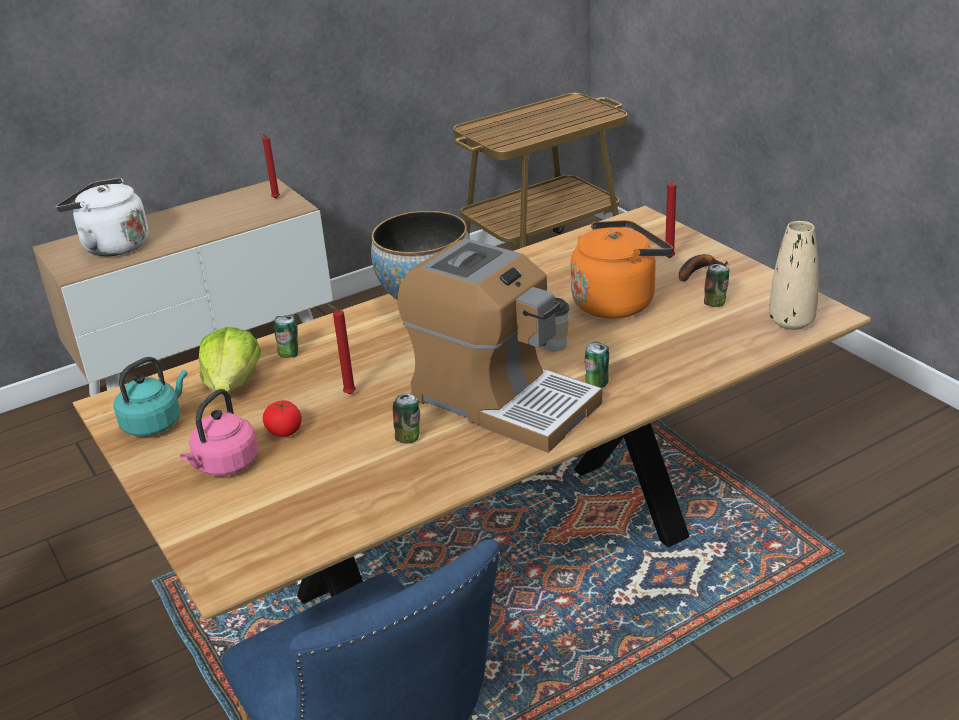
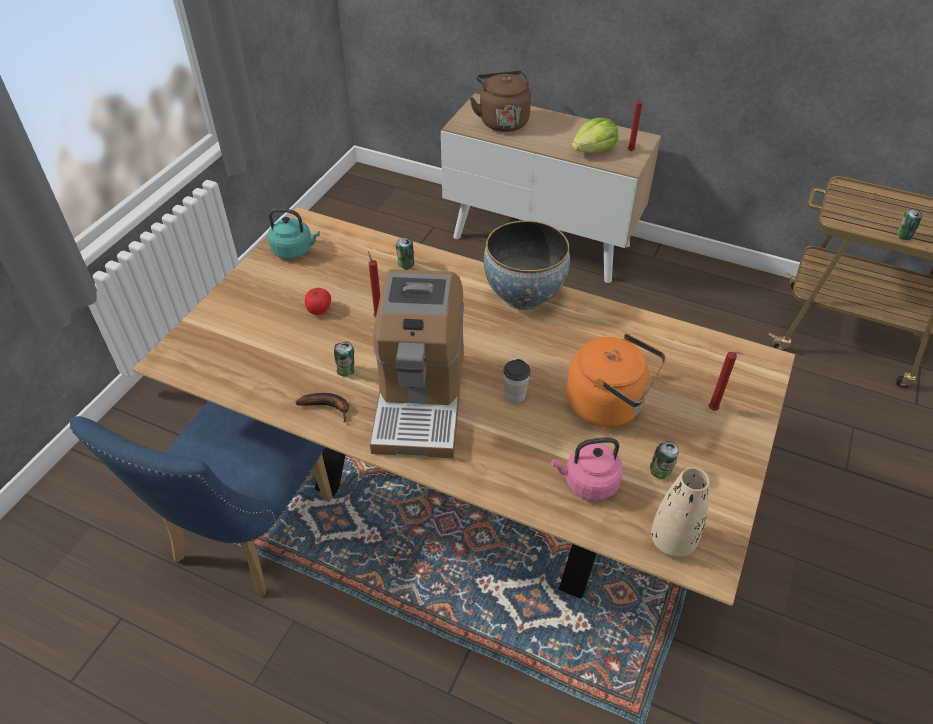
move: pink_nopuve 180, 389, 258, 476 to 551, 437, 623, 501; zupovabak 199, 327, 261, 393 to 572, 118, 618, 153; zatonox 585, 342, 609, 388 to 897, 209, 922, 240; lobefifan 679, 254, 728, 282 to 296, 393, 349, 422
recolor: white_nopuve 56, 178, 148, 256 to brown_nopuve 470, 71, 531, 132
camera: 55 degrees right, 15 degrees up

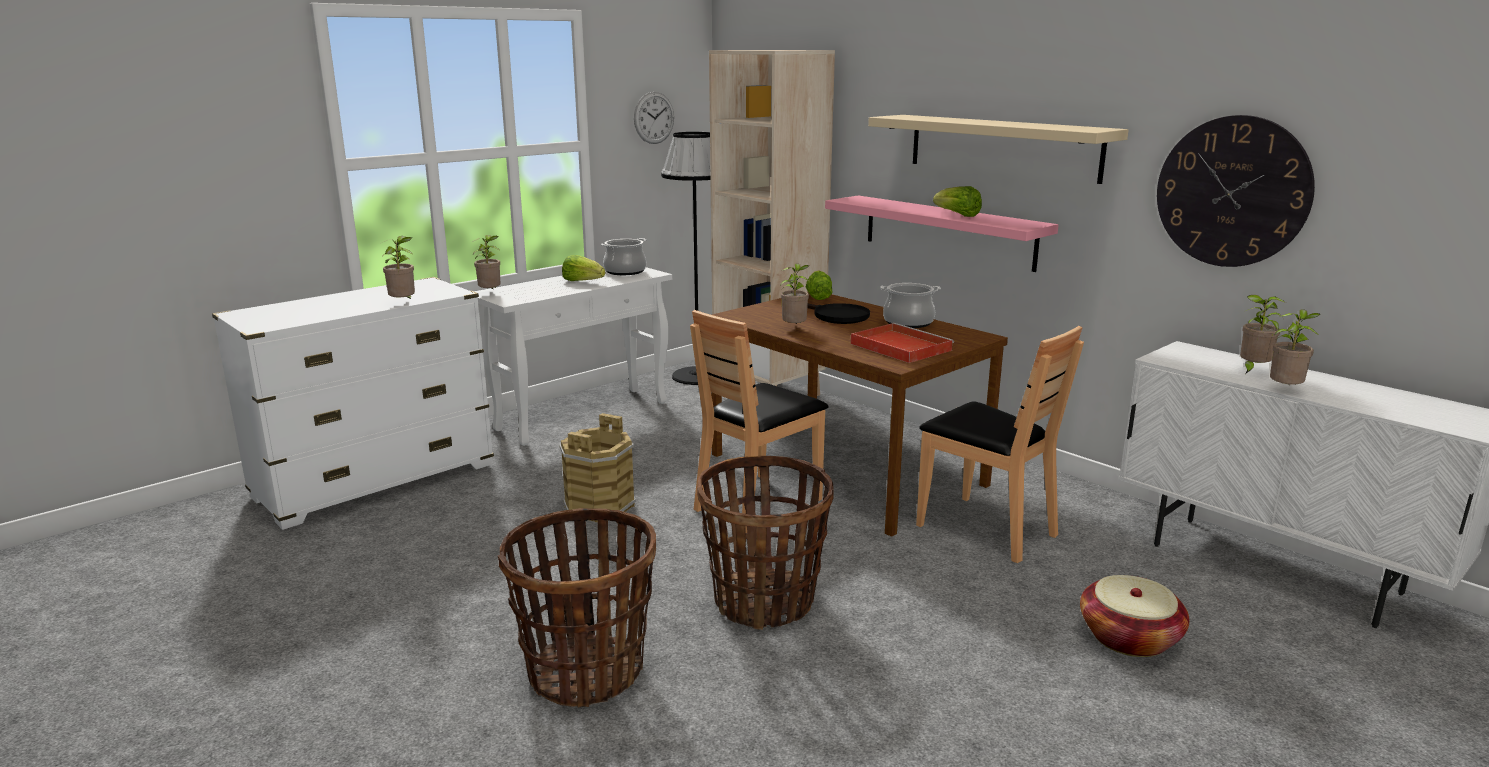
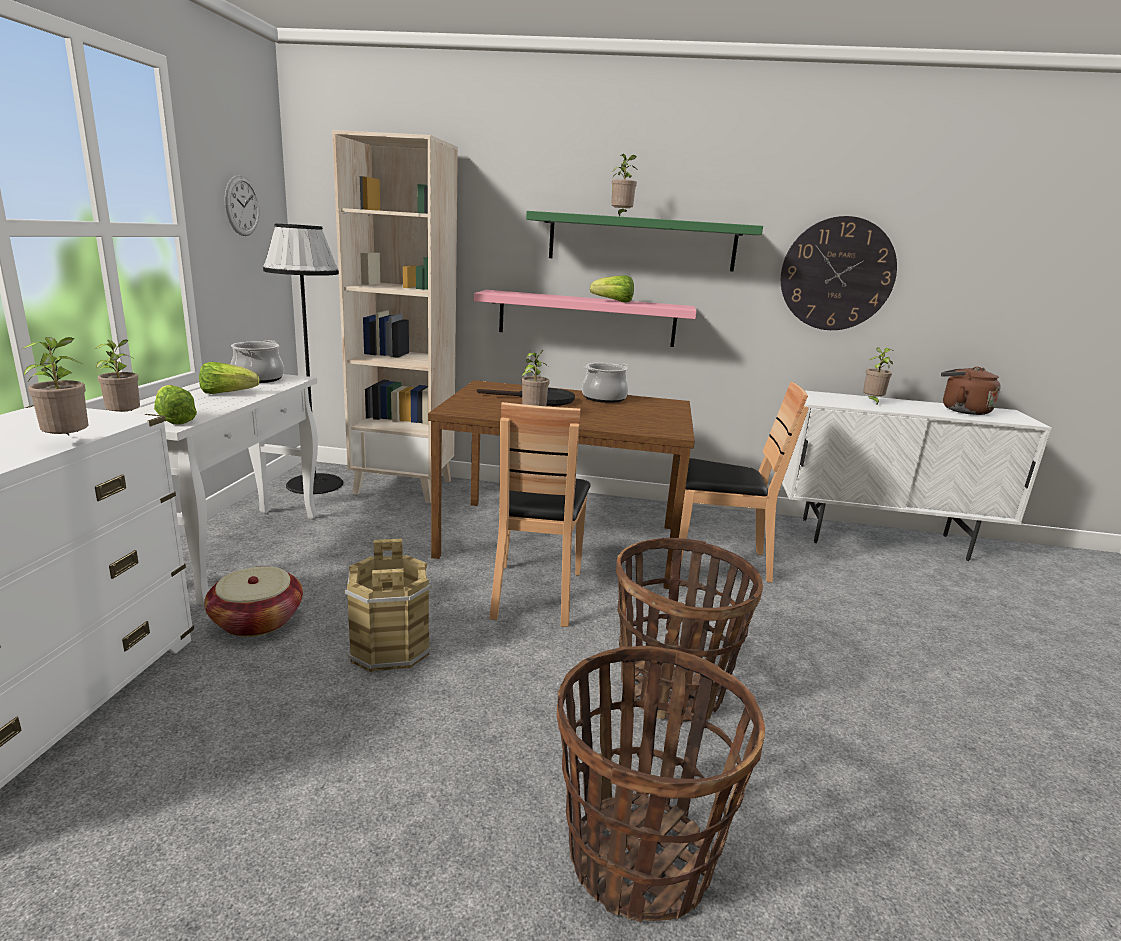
delete: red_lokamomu 851, 323, 954, 363
insert: brown_nopuve 941, 367, 1001, 415
move: zupovabak 806, 270, 833, 300 to 154, 385, 197, 425; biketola 1080, 575, 1189, 657 to 204, 566, 303, 637; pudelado 1270, 309, 1320, 386 to 611, 154, 639, 216
recolor: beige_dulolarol 868, 115, 1129, 184 to green_dulolarol 526, 211, 763, 271
camera: 40 degrees left, 0 degrees up

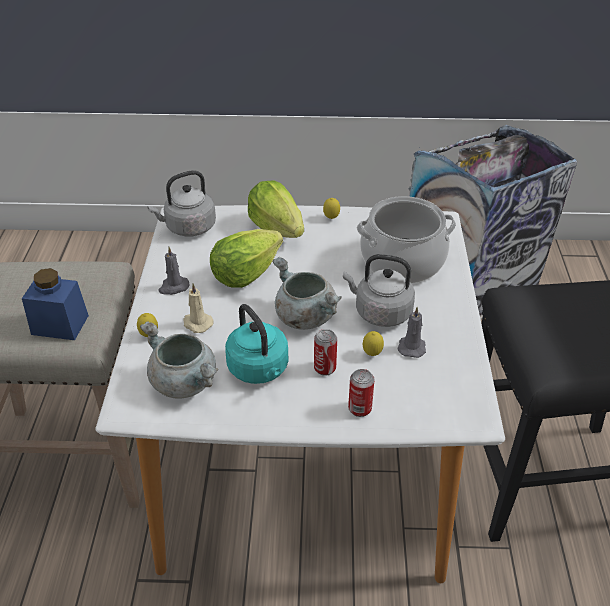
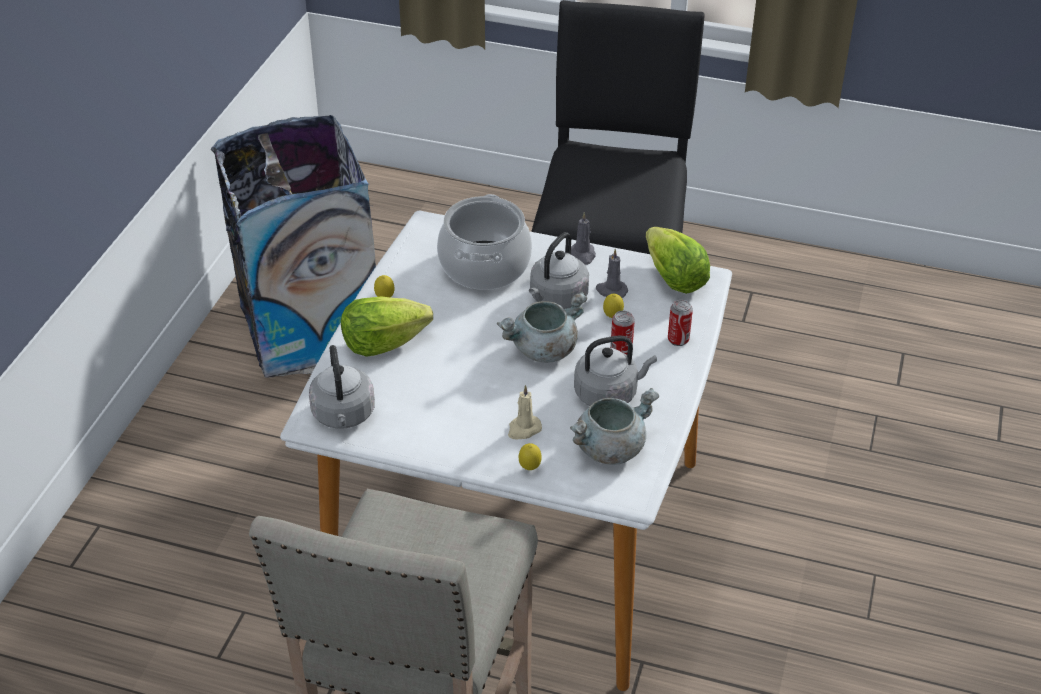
delete: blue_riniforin 22, 268, 89, 340
move: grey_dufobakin 159, 247, 190, 295 to 571, 212, 596, 265; zupovabak 210, 229, 283, 288 to 645, 227, 710, 294
recolor: turquoise_nopuve 225, 304, 288, 384 to grey_nopuve 574, 335, 657, 406
camera: 75 degrees left, 0 degrees up

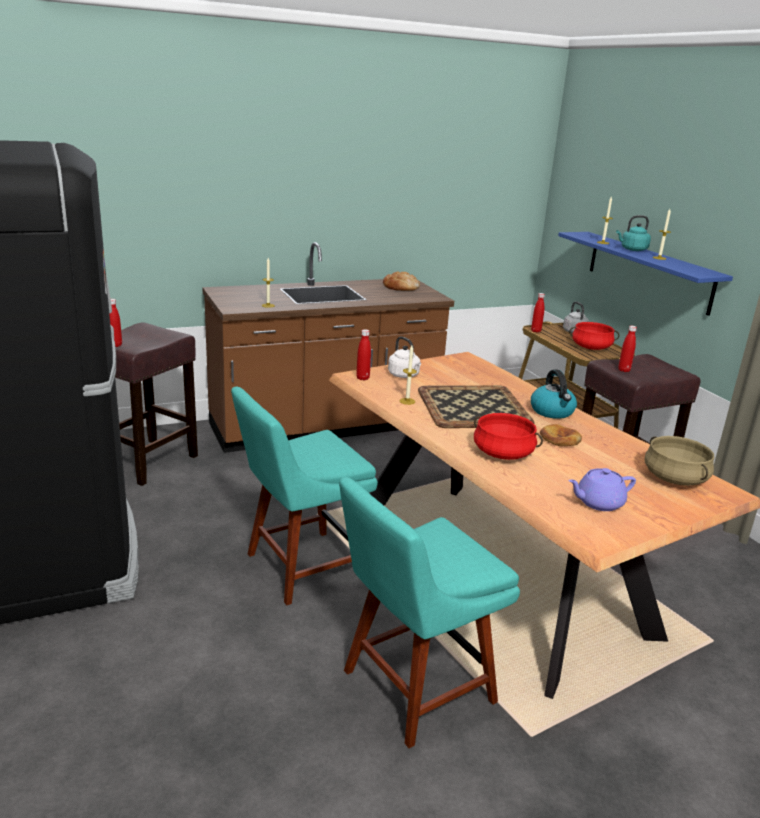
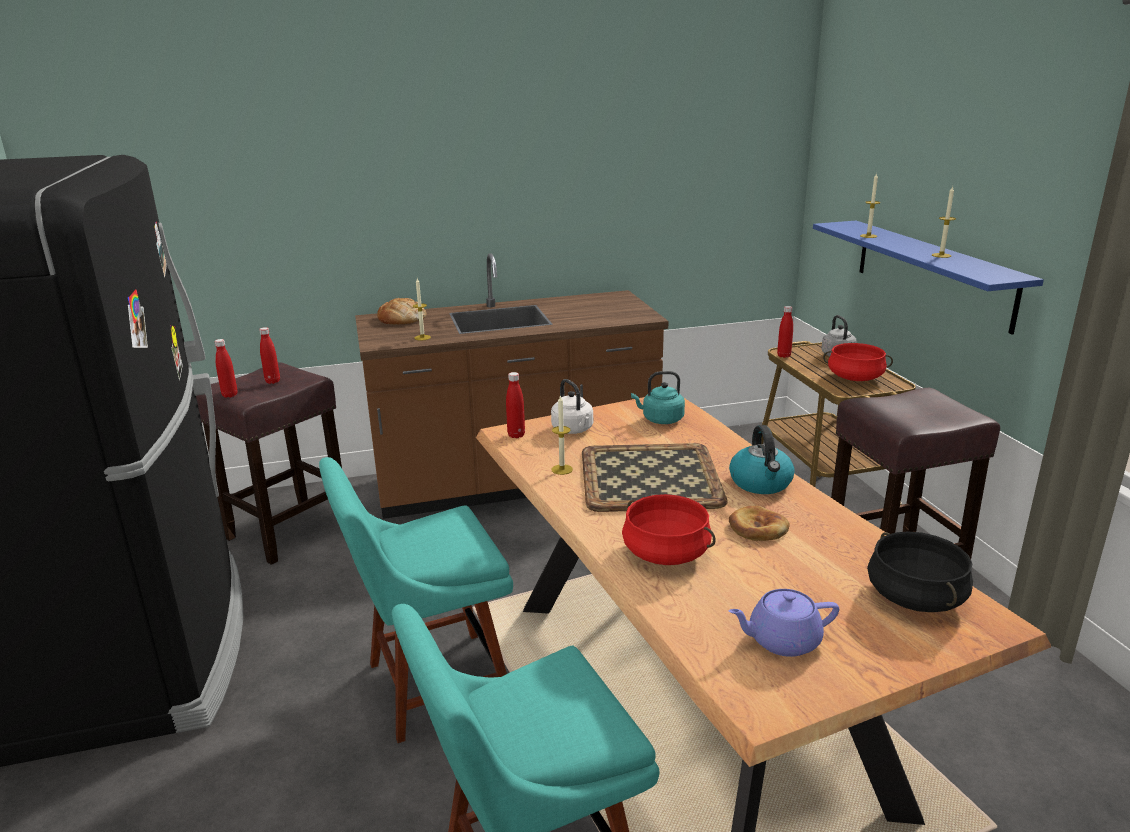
move: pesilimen 383, 271, 420, 291 to 377, 298, 426, 324; turquoise_nopuve 616, 215, 651, 251 to 631, 371, 685, 424; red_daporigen 618, 326, 637, 372 to 259, 327, 280, 384
recolor: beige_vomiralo 645, 436, 714, 486 to black_vomiralo 867, 532, 973, 612
camera: 10 degrees right, 0 degrees up

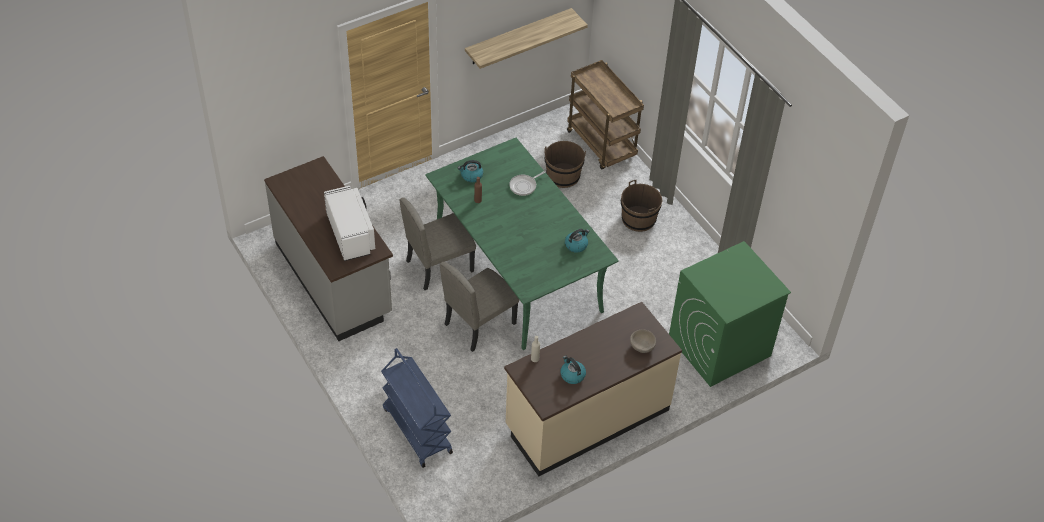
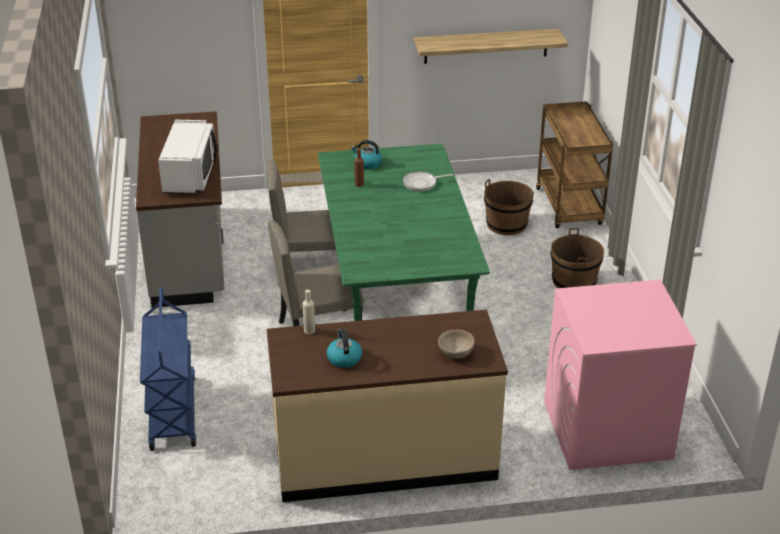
delete: nopuve 565, 229, 589, 253
recolor: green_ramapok 669, 241, 791, 387 to pink_ramapok 544, 280, 697, 470
camera: 25 degrees right, 15 degrees down

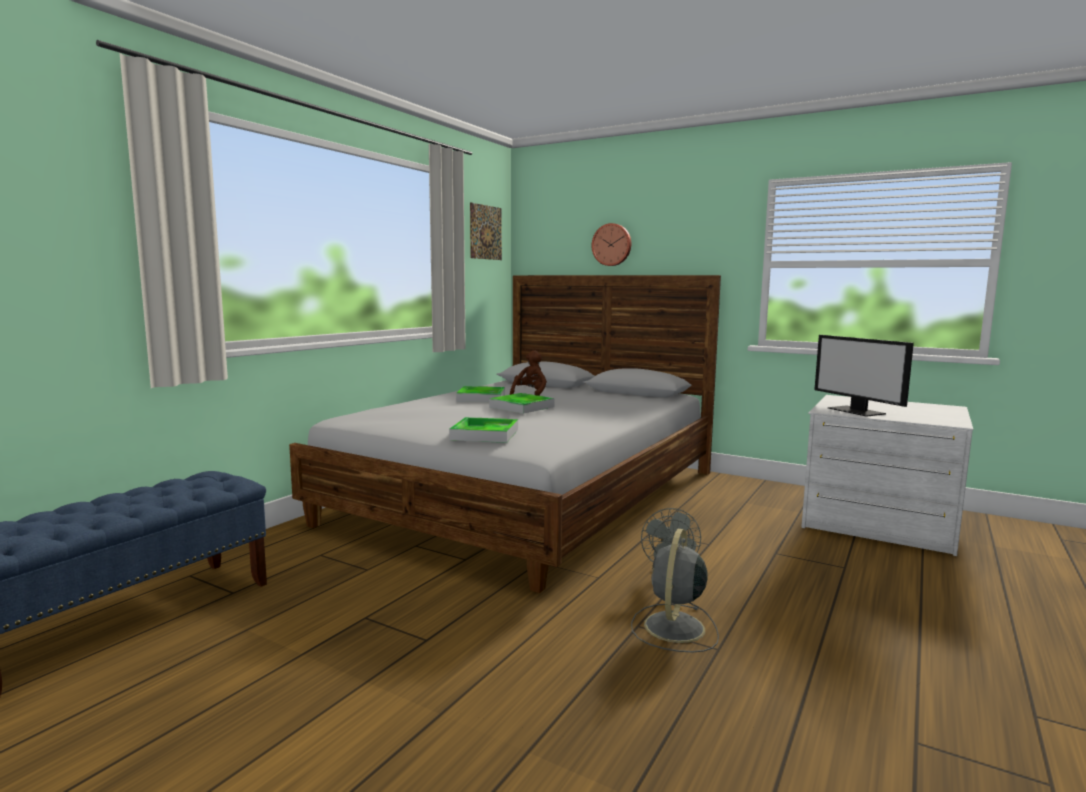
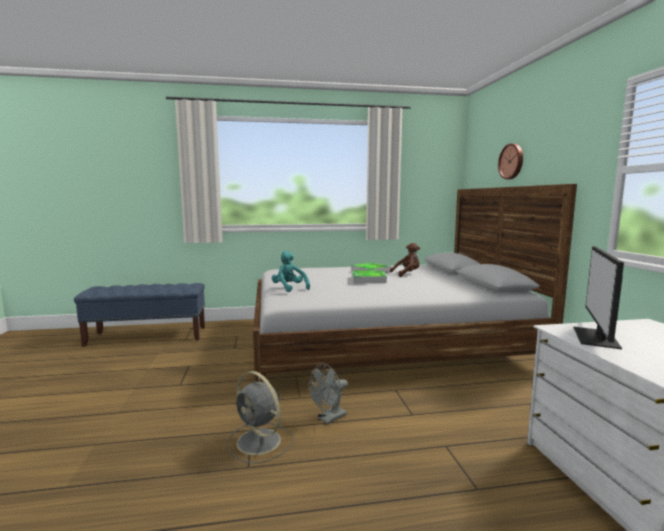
delete: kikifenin 470, 203, 502, 260
replace: lokamomu 449, 417, 518, 443 to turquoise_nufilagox 272, 251, 310, 292
rotate: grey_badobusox 631, 529, 719, 653 = 226, 371, 294, 463 120 degrees counterclockwise
camera: 50 degrees right, 0 degrees up

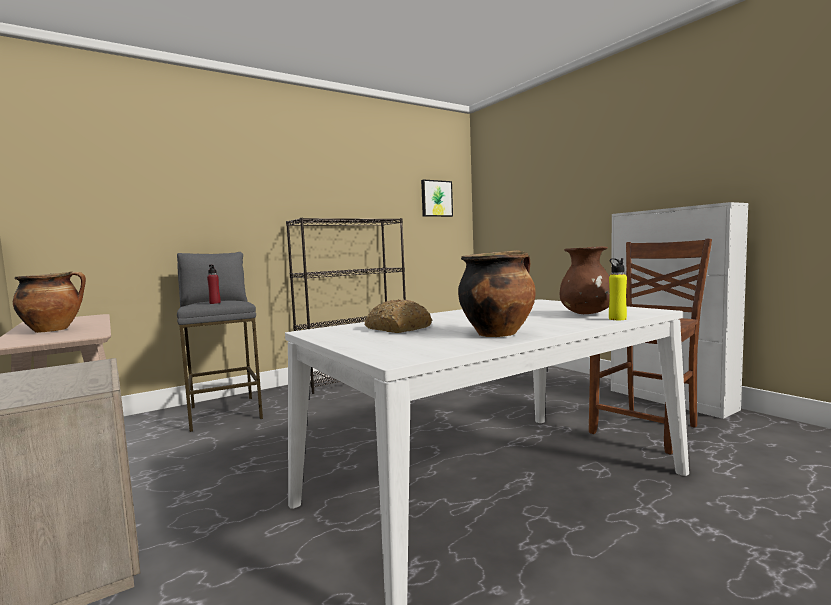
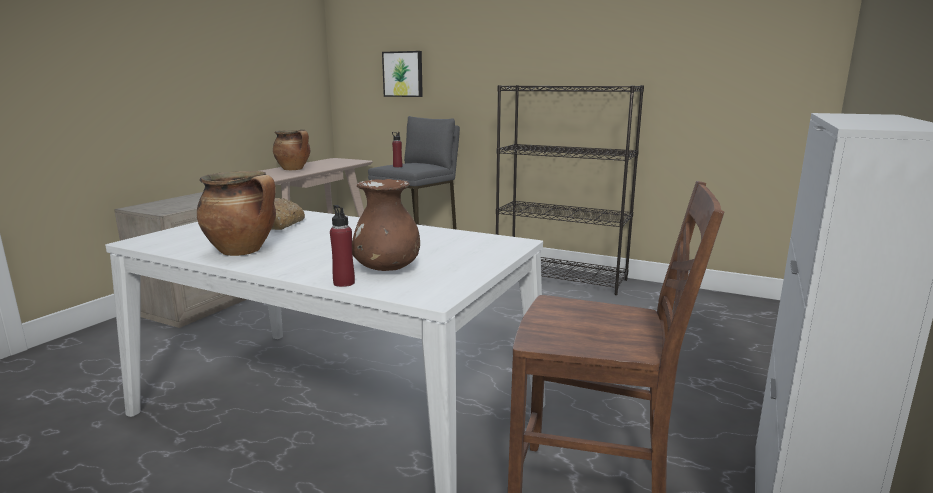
move: kikifenin 421, 179, 453, 217 to 382, 51, 423, 97
recolor: yellow_daporigen 609, 258, 627, 320 to red_daporigen 330, 205, 355, 287
camera: 60 degrees right, 10 degrees up

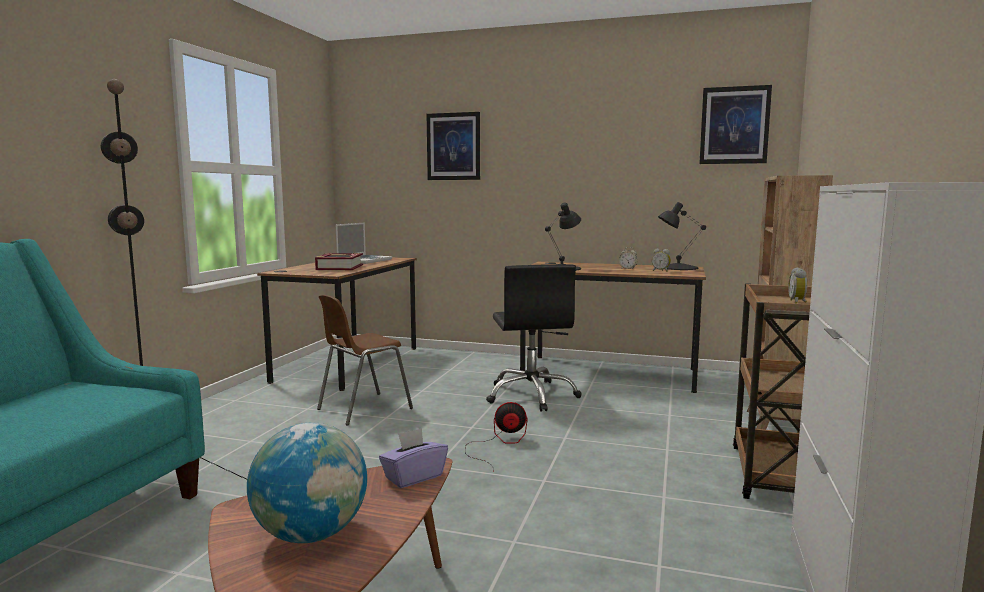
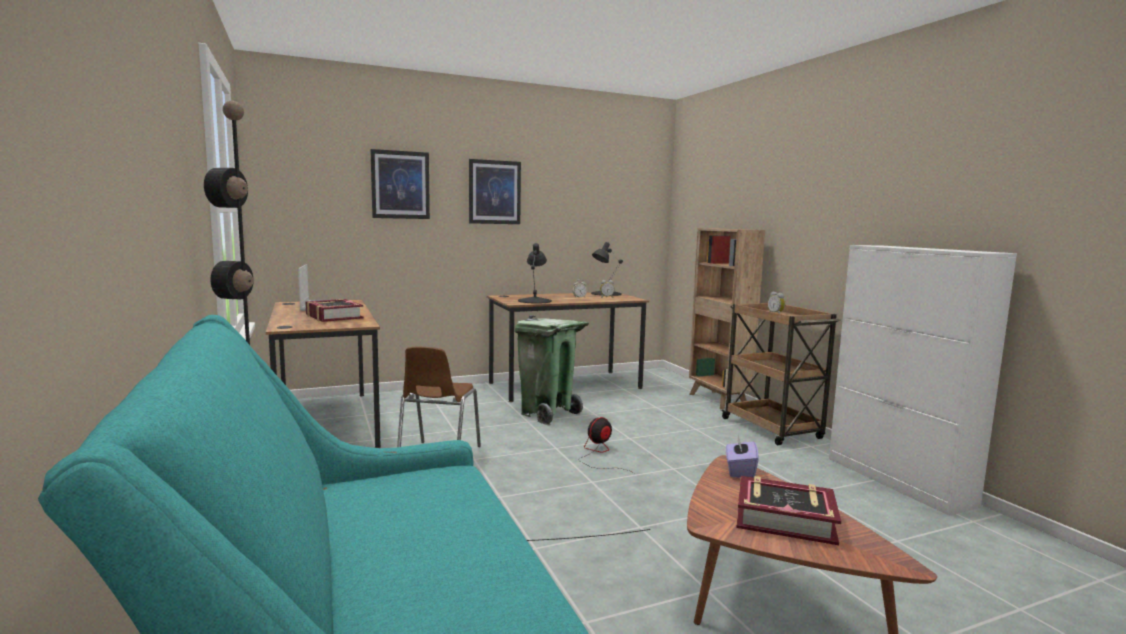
move: kikifenin 699, 85, 772, 164 to 469, 159, 521, 224
replace: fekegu 247, 423, 367, 543 to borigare 736, 476, 841, 545; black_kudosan 486, 264, 582, 411 to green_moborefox 515, 315, 589, 425
camera: 40 degrees left, 0 degrees up

